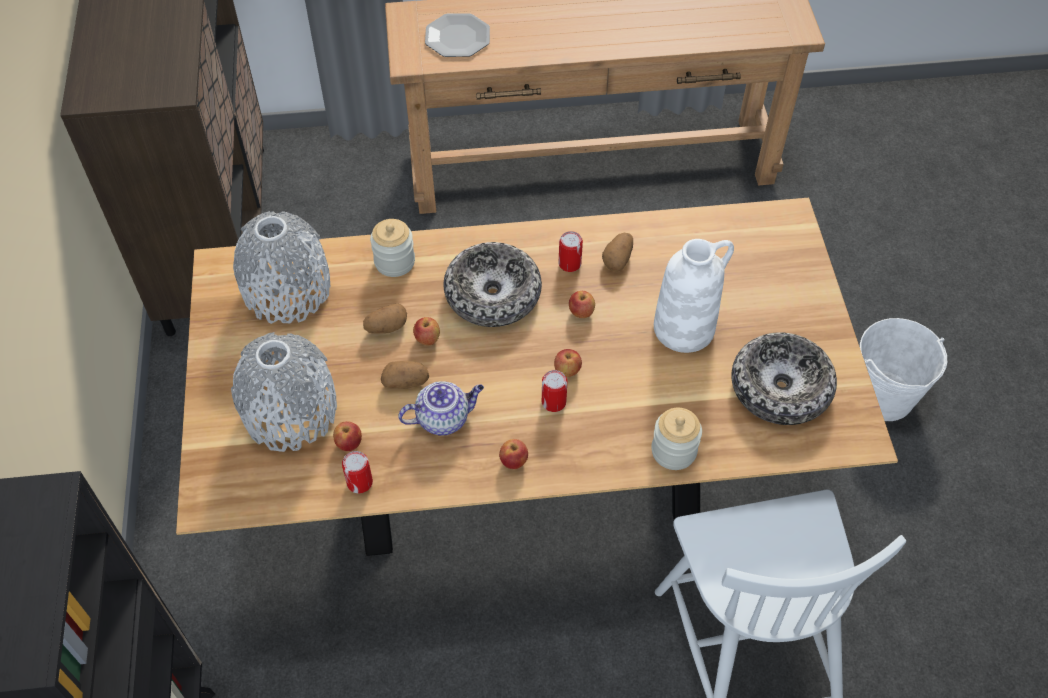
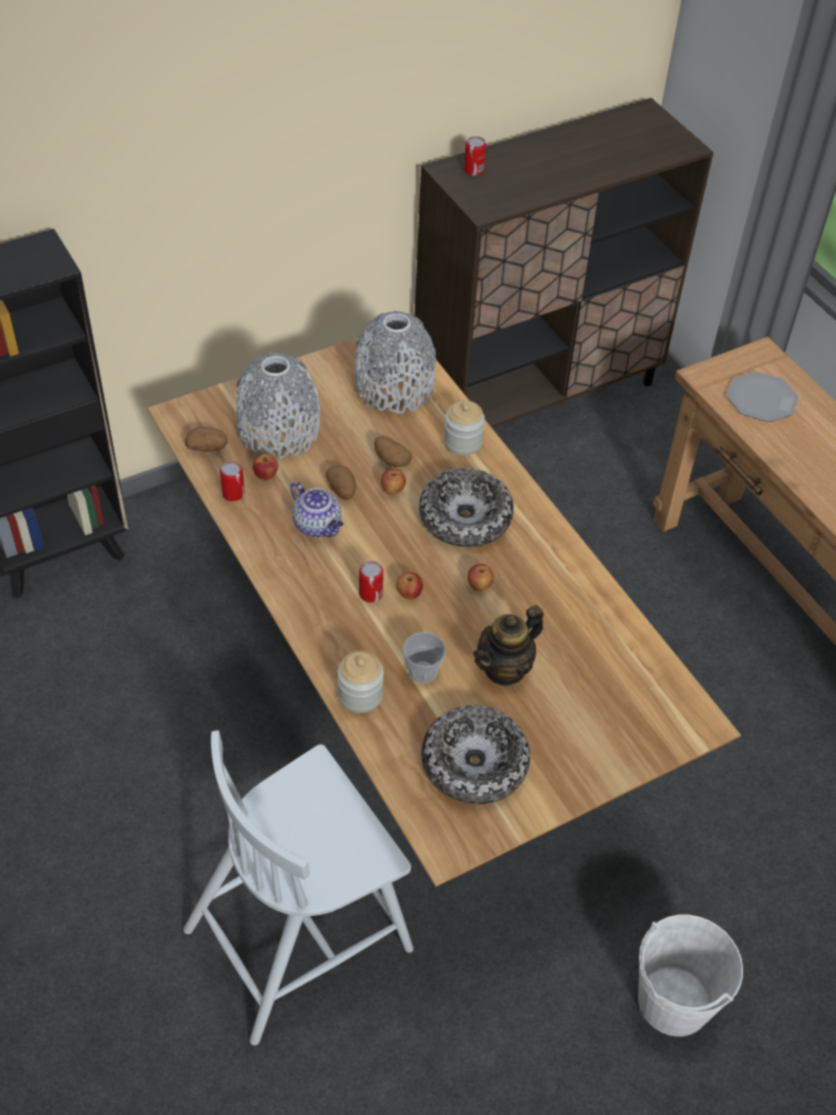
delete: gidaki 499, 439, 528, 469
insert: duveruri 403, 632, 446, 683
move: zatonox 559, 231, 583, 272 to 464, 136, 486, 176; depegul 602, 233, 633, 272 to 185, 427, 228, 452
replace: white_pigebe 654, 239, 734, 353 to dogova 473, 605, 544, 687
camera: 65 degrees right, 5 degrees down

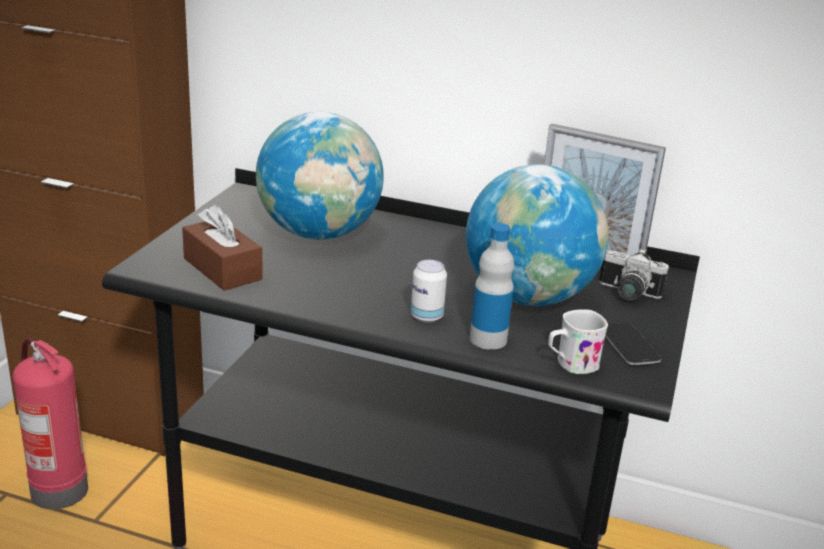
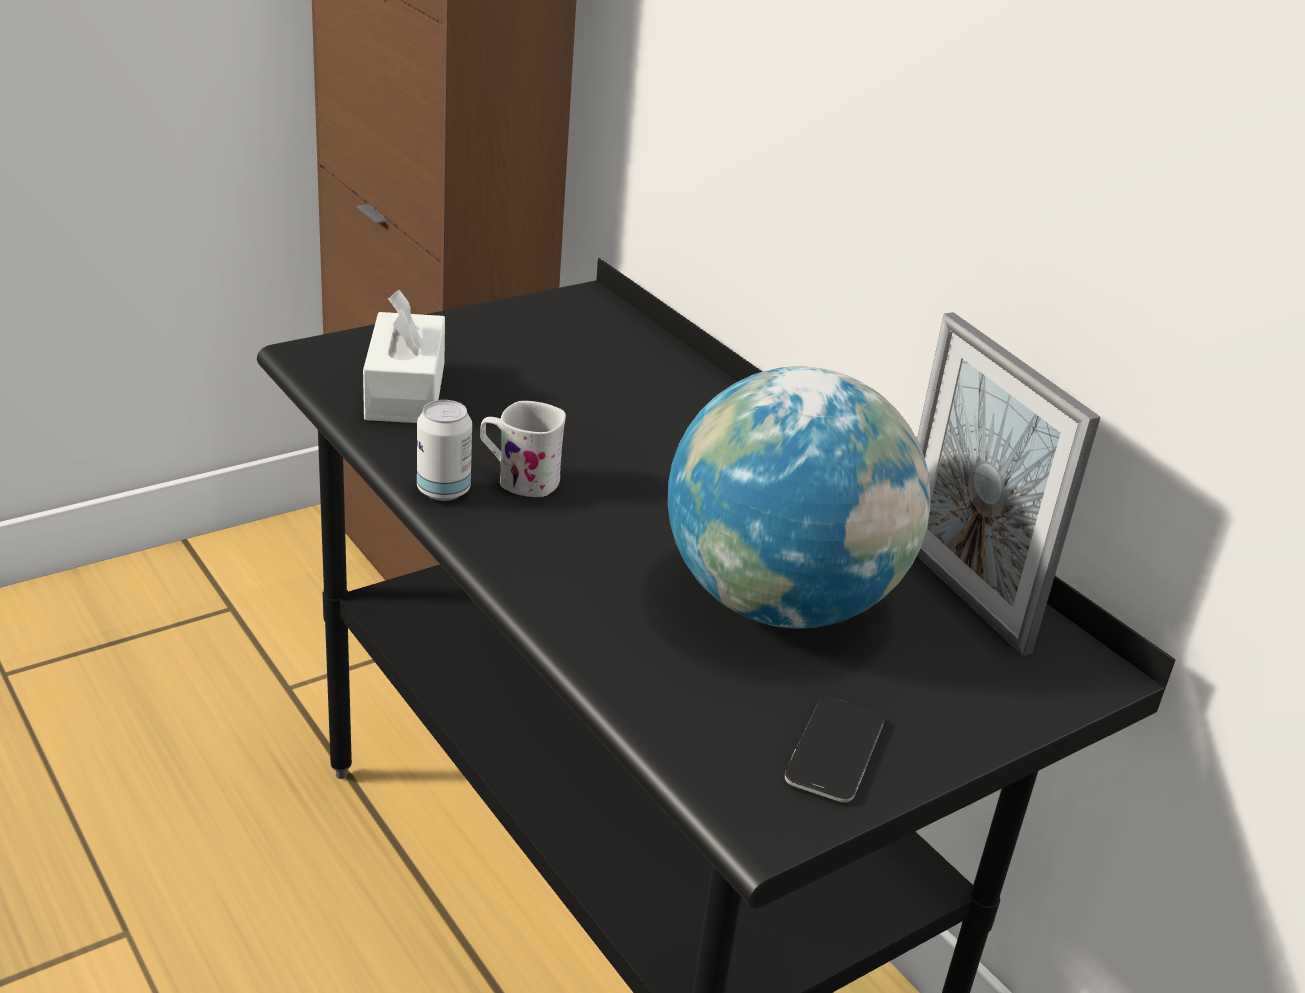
delete: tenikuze 13, 338, 88, 510; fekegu 256, 112, 384, 240; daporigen 470, 223, 514, 350; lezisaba 599, 248, 669, 300
move: zatonox 411, 260, 447, 323 to 417, 400, 472, 501; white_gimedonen 548, 309, 608, 374 to 480, 401, 566, 497
recolor: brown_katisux 182, 204, 263, 291 to white_katisux 363, 290, 445, 423
camera: 35 degrees right, 5 degrees up

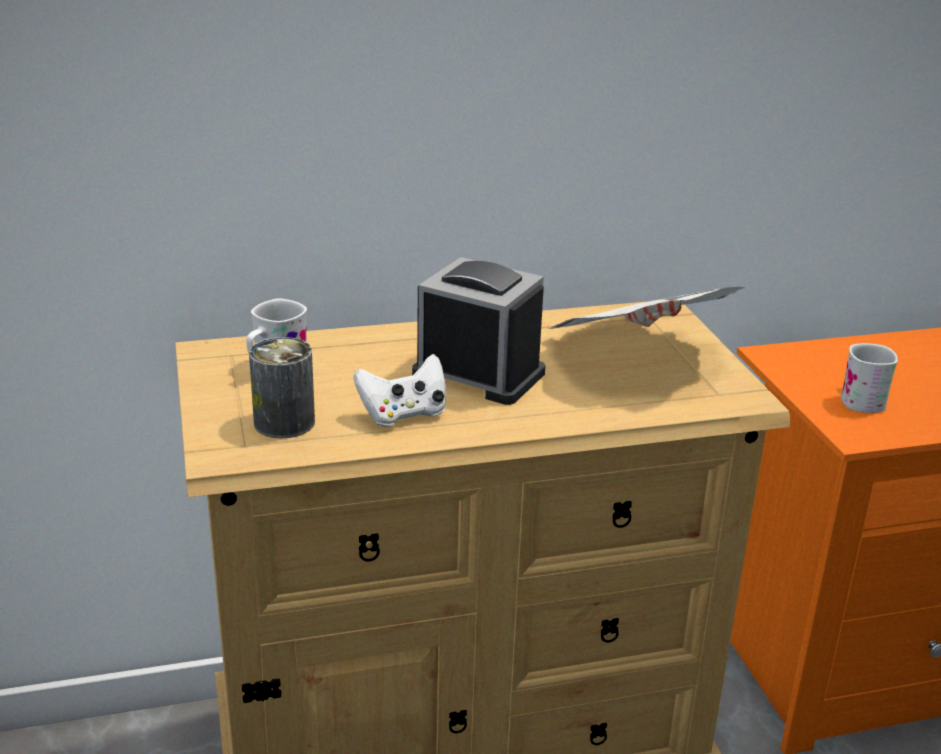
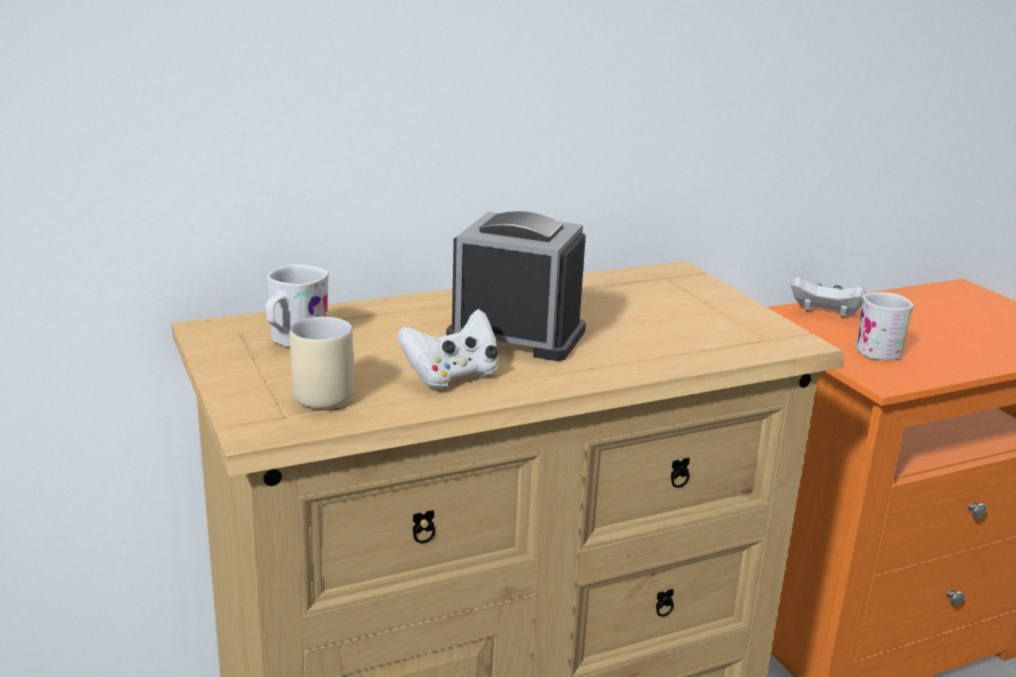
delete: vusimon 548, 287, 745, 329
insert: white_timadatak 791, 276, 866, 317
replace: zatonox 249, 337, 315, 439 to beige_gimedonen 290, 317, 354, 409
camera: 10 degrees left, 5 degrees down

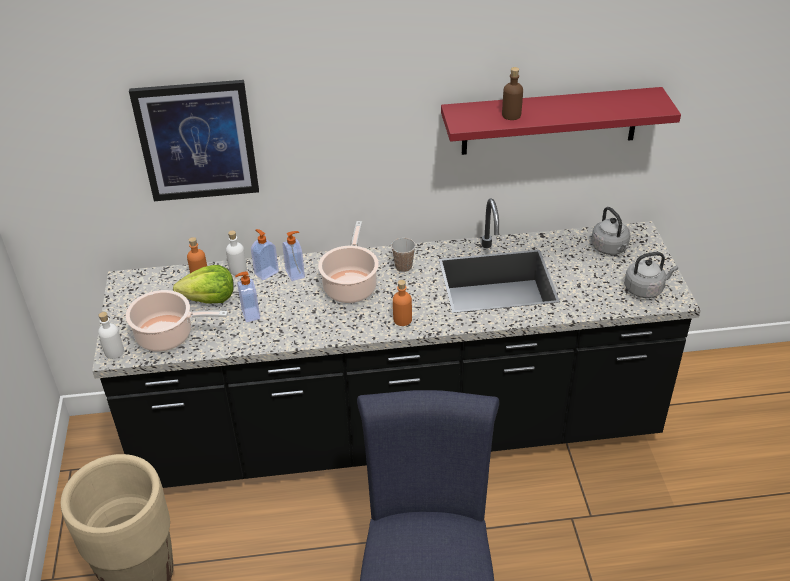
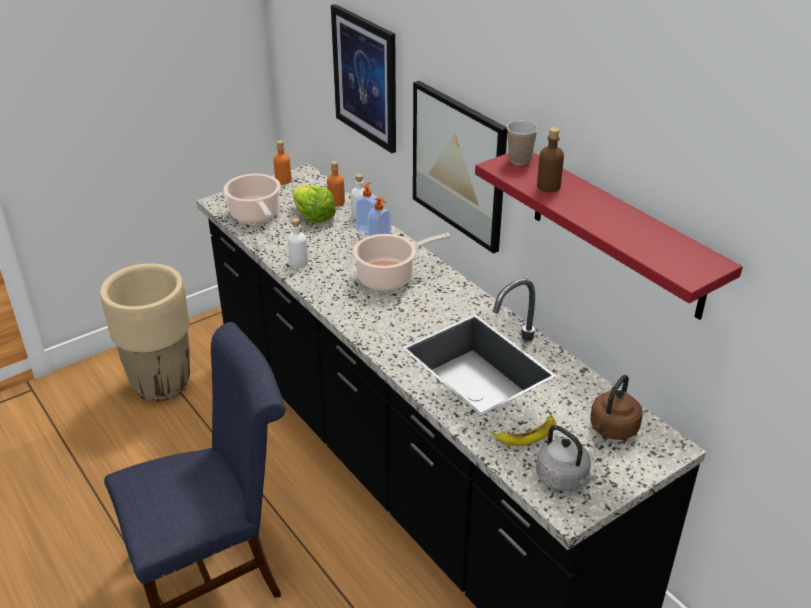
delete: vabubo 235, 272, 260, 322
insert: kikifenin 413, 81, 507, 254; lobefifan 490, 415, 556, 446
move: white_daporigen 98, 312, 124, 359 to 288, 218, 308, 267; duveruri 391, 238, 416, 272 to 507, 121, 538, 165; orange_daporigen 393, 280, 412, 326 to 273, 140, 292, 184
recolor: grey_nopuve 591, 207, 631, 255 to brown_nopuve 590, 375, 643, 440
camera: 60 degrees right, 5 degrees down

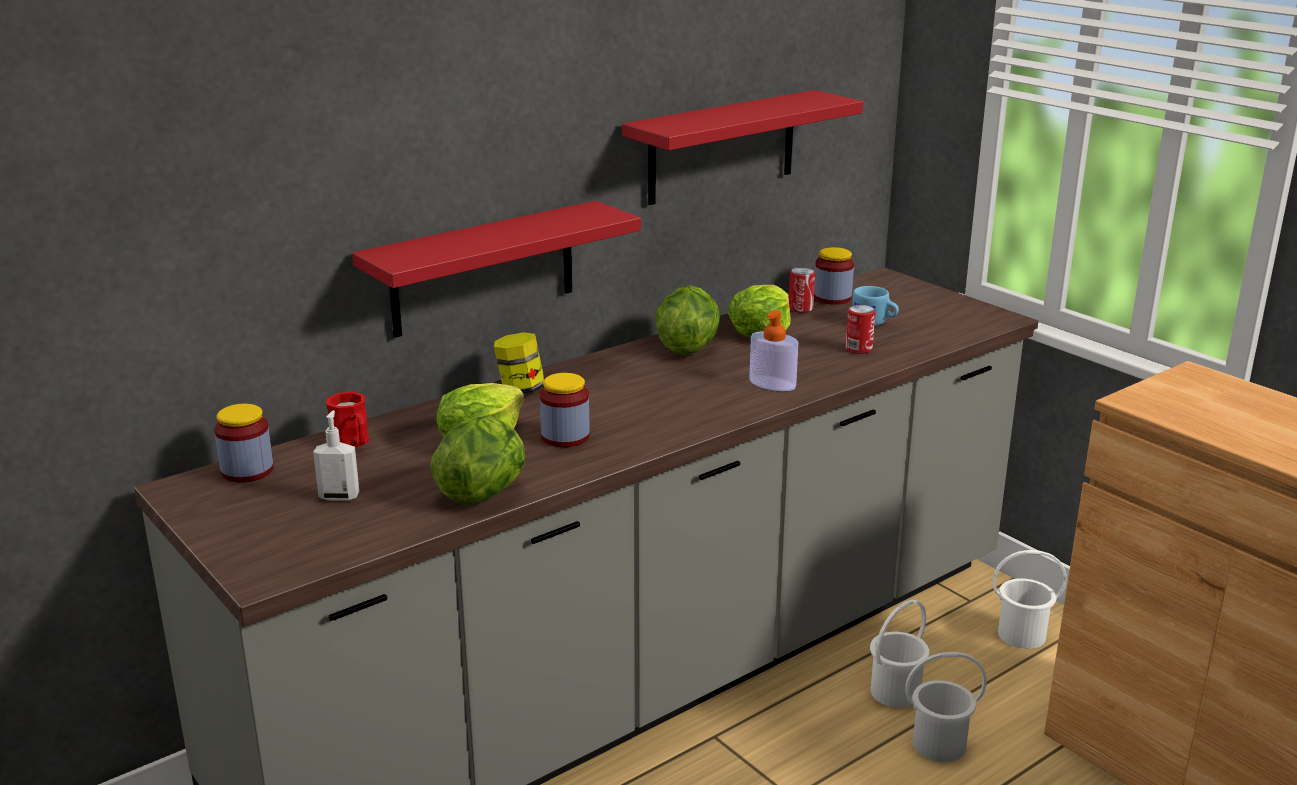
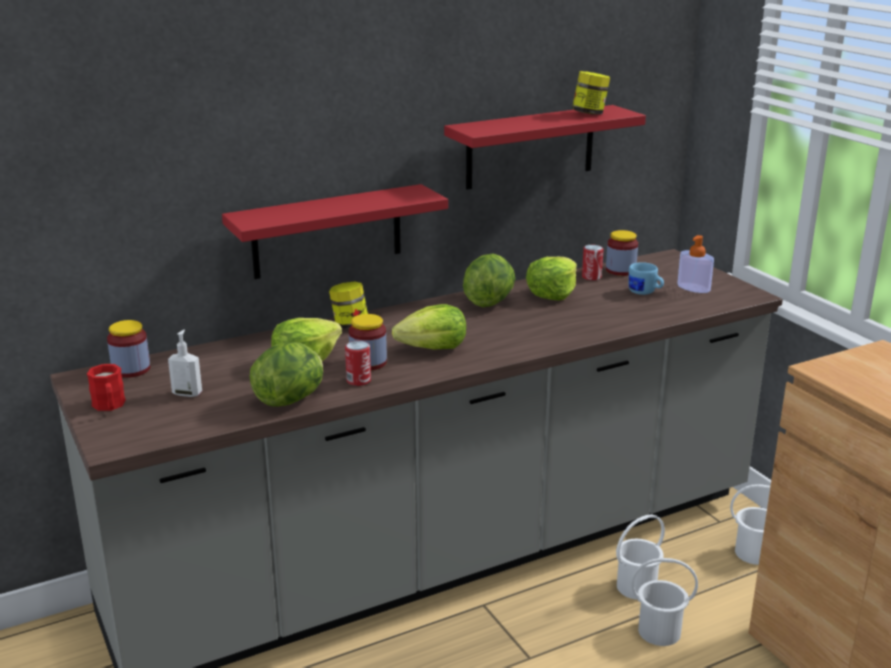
insert: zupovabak 392, 304, 466, 349; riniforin 572, 71, 610, 115
move: red_gimedonen 326, 392, 369, 448 to 87, 364, 126, 411; vabubo 749, 310, 798, 391 to 677, 235, 714, 293; zatonox 846, 305, 876, 354 to 345, 341, 371, 386
camera: 10 degrees right, 0 degrees up

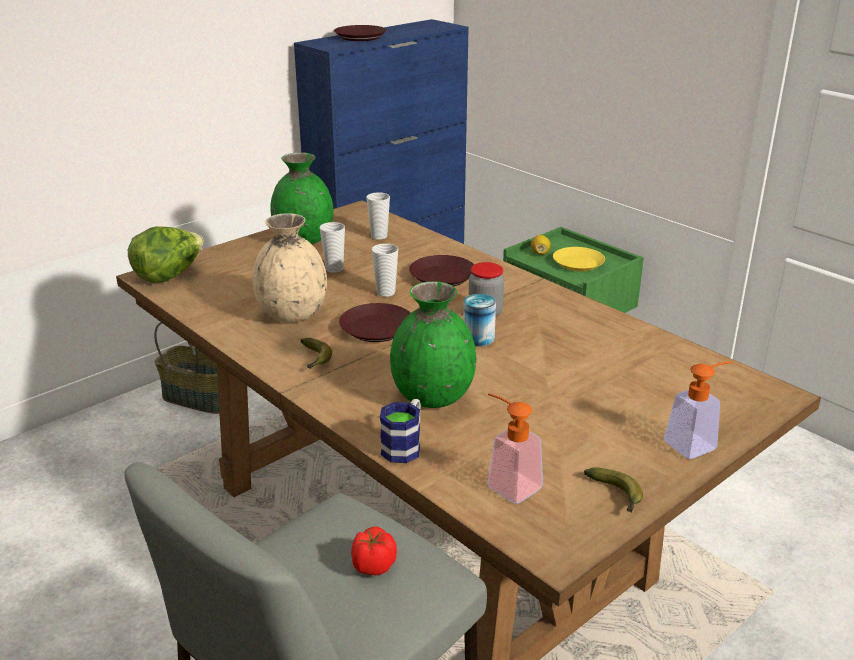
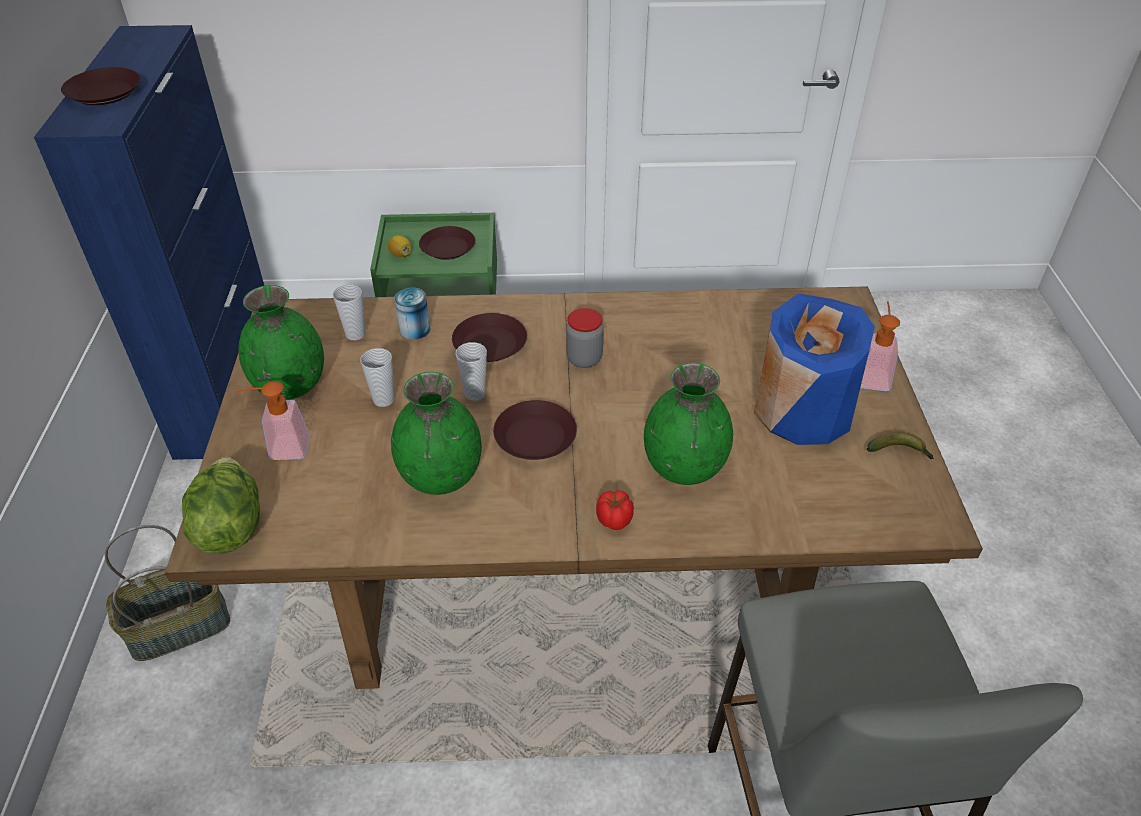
delete: lobefifan 301, 338, 332, 369; gimedonen 380, 399, 421, 463
insert: blue_pigebe 754, 293, 875, 445
move: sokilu 351, 527, 397, 576 to 596, 490, 634, 530; zatonox 463, 294, 496, 347 to 394, 288, 430, 340; vabubo 487, 393, 543, 504 to 235, 381, 310, 460
recolor: beige_pigebe 252, 213, 327, 322 to green_pigebe 391, 372, 482, 495; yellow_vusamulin 553, 247, 605, 272 to brown_vusamulin 419, 226, 475, 260
camera: 50 degrees left, 15 degrees up

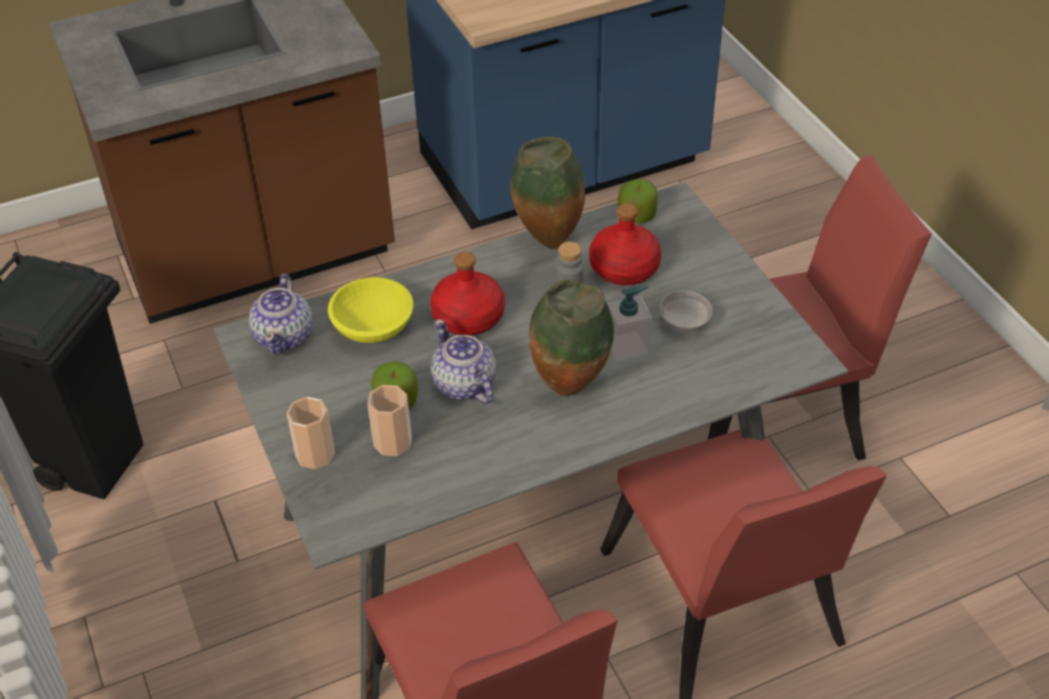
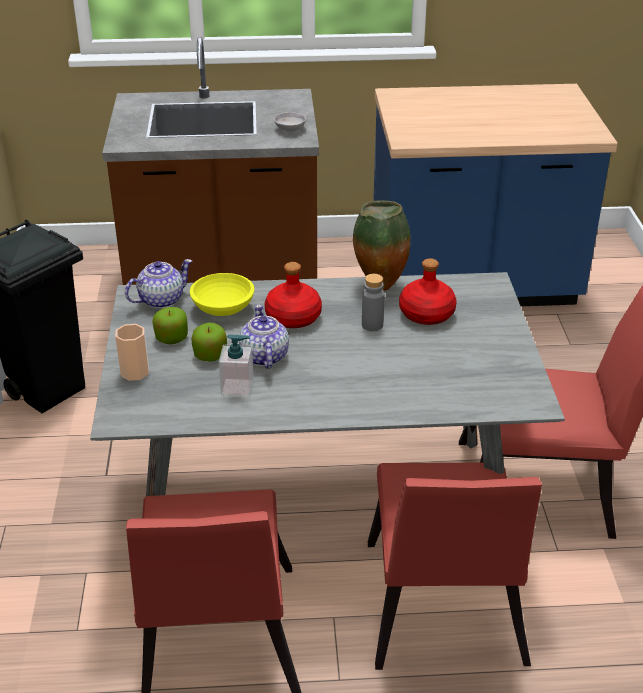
delete: duveruri 367, 385, 412, 456; pigebe 529, 279, 614, 396
move: vabubo 606, 285, 652, 362 to 219, 334, 254, 398; gidaki 618, 179, 658, 224 to 152, 307, 188, 344; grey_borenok 660, 291, 713, 332 to 274, 112, 306, 132
rotate: dogova 249, 274, 313, 355 = 125, 259, 192, 308 150 degrees counterclockwise
camera: 20 degrees right, 10 degrees down

